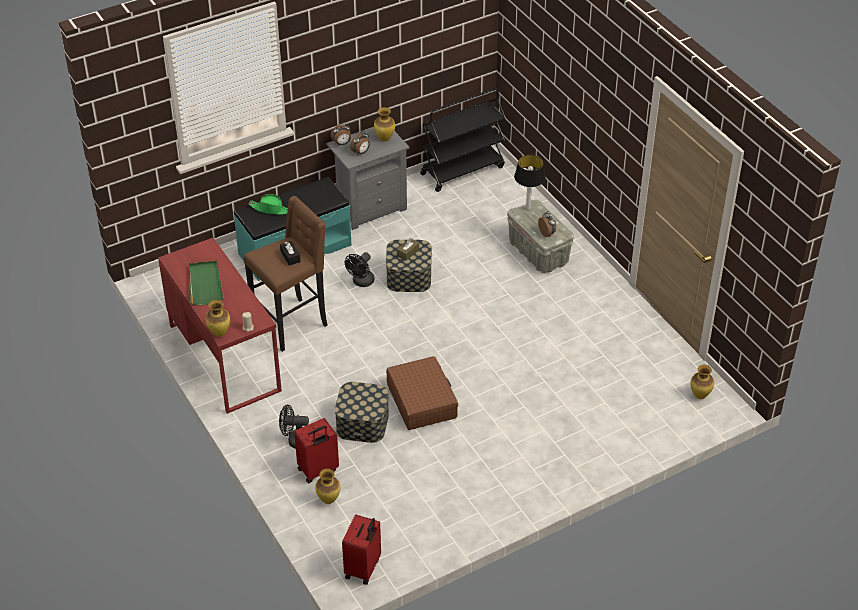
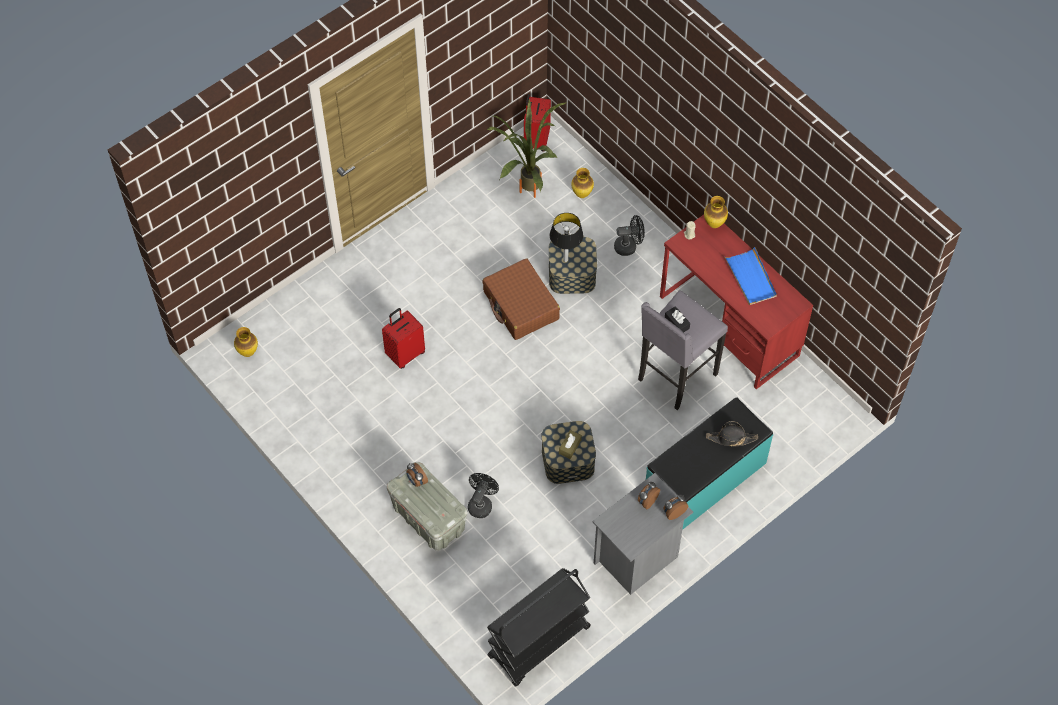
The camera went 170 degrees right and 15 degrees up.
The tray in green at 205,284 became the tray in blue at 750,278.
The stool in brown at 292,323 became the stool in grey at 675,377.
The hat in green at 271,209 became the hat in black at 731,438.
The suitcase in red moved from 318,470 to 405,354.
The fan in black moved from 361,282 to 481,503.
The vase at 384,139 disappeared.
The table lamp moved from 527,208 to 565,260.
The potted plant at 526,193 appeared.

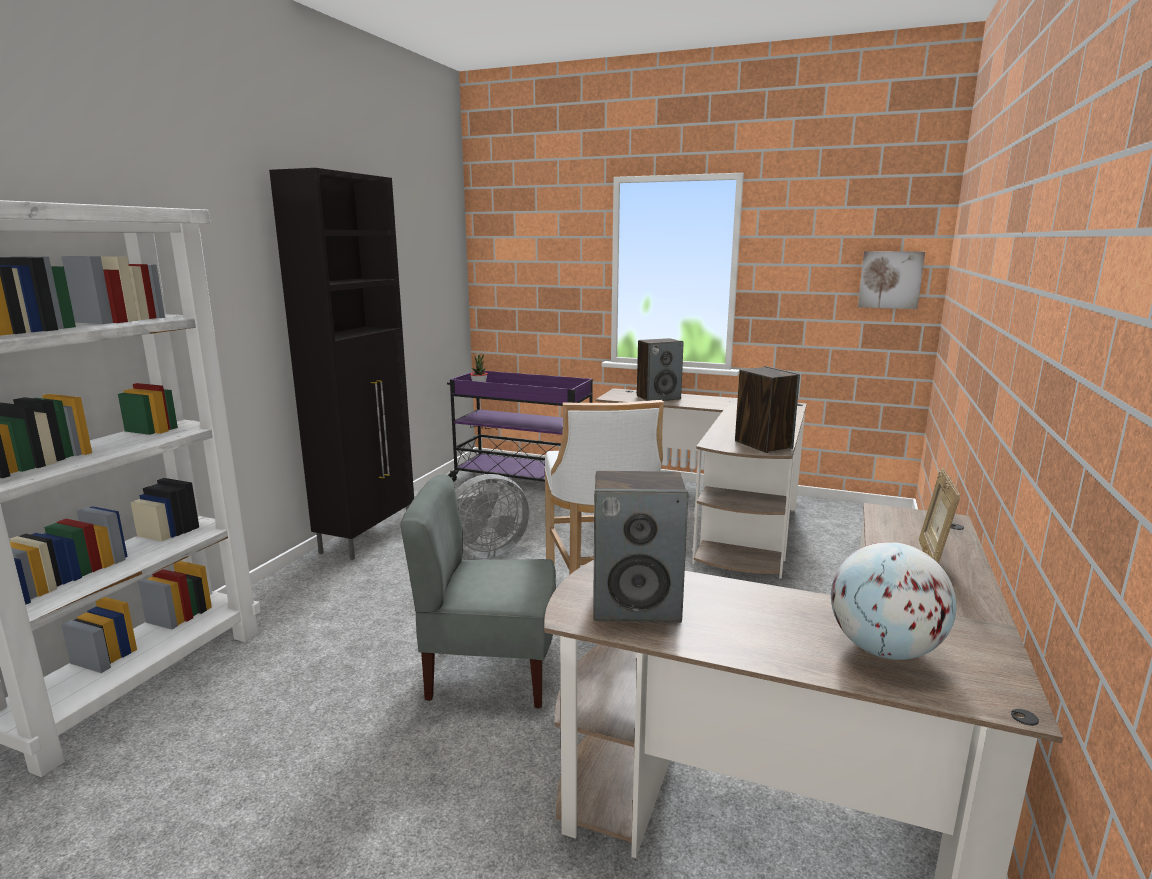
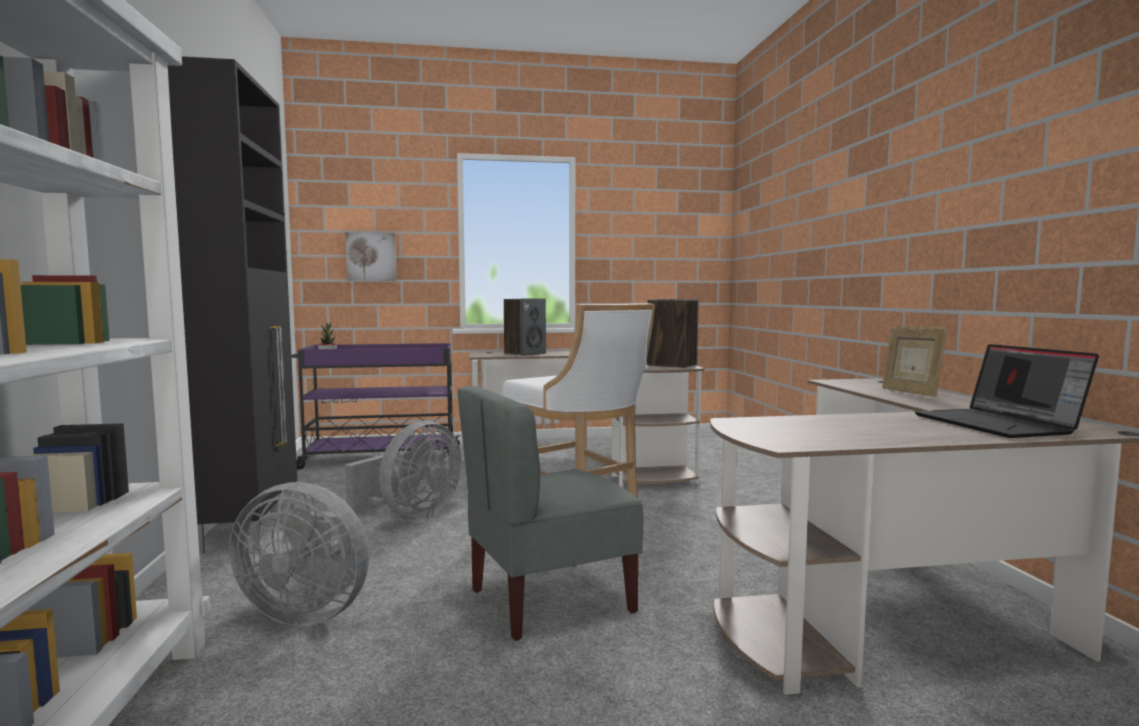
The camera went 30 degrees left and 10 degrees down.
The speaker at 637,606 disappeared.
The globe at 884,650 was replaced by the laptop at 999,425.
The picture moved from 890,279 to 371,256.
The fan in grey at 309,612 appeared.

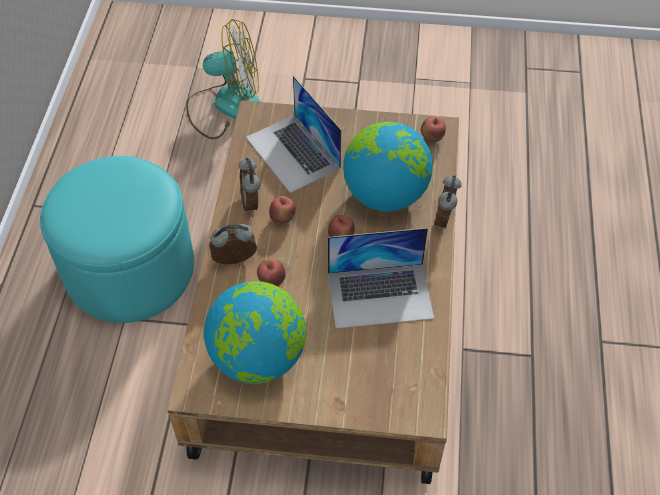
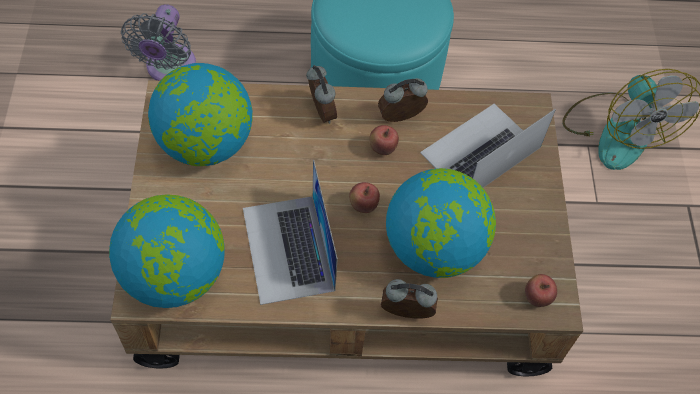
The camera went 80 degrees right and 5 degrees up.
The apple at 272,281 disappeared.
The globe at 175,275 appeared.
The fan in grey at 169,69 appeared.

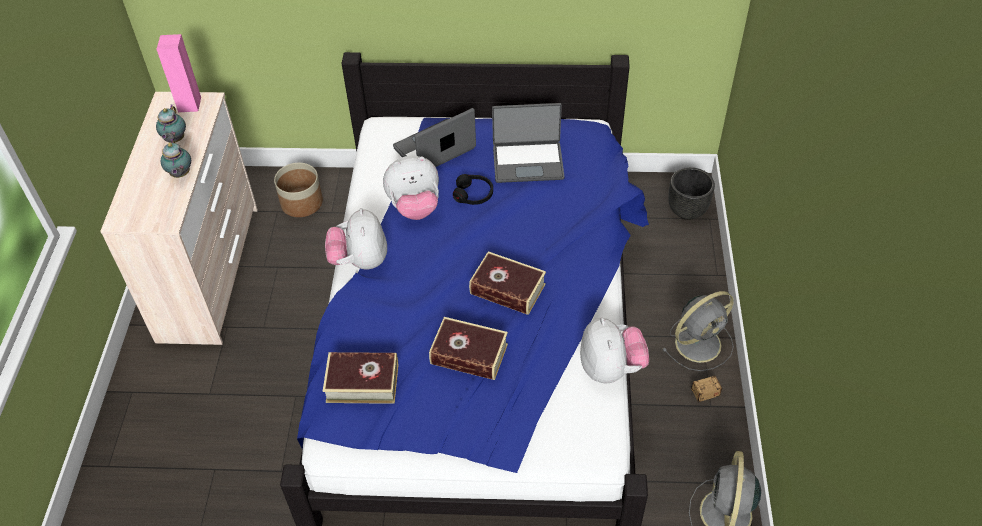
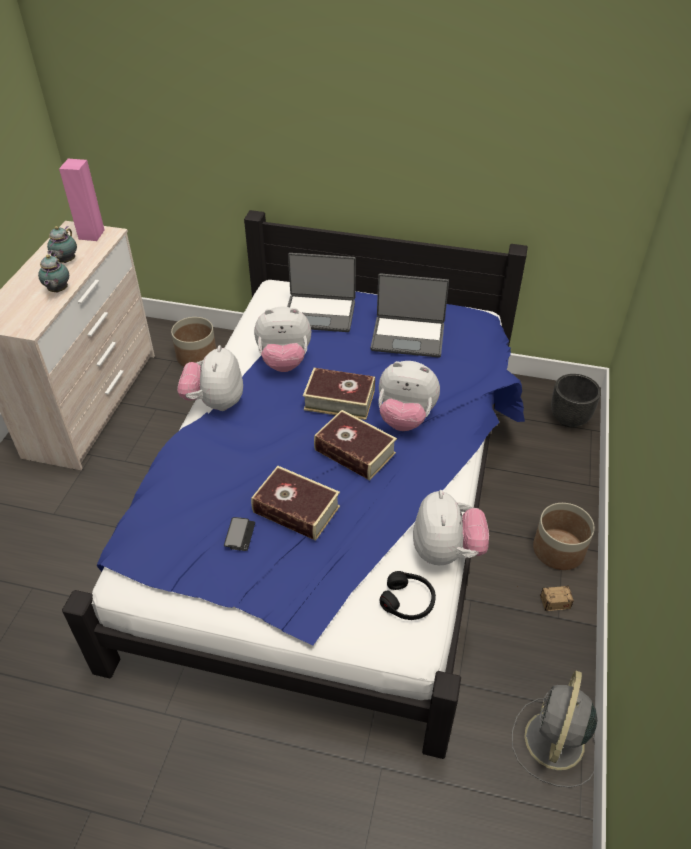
The camera went 10 degrees right and 5 degrees down.
The book moved from 362,383 to 339,400.
The laptop at 435,149 turned 150 degrees counterclockwise.
The headphones in black moved from 473,194 to 408,601.
The fan in grey at 699,342 was replaced by the planter at 558,549.
The phone at 239,534 appeared.
The plush toy at 405,418 appeared.

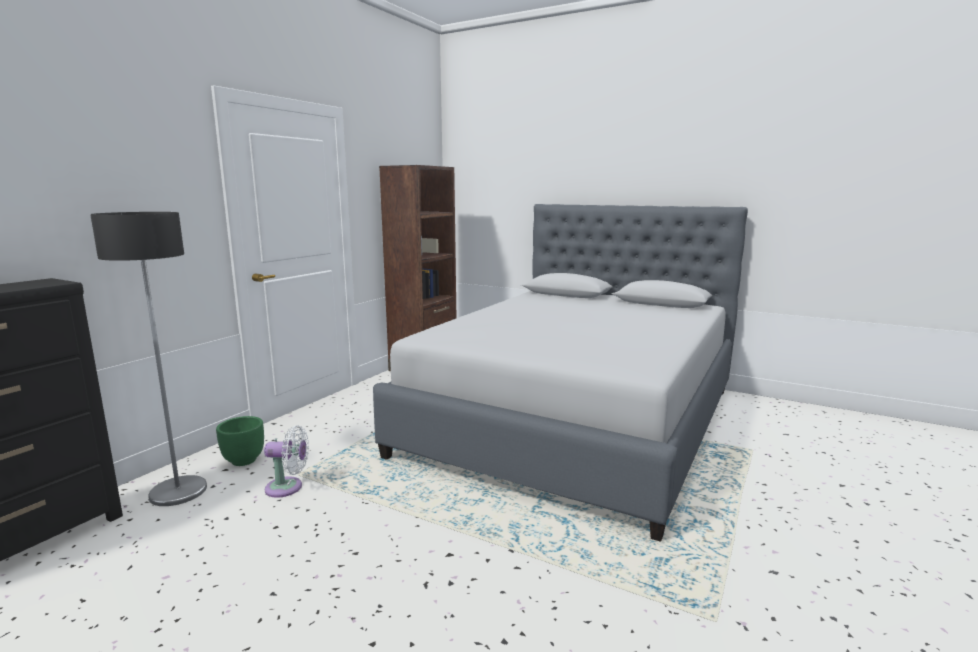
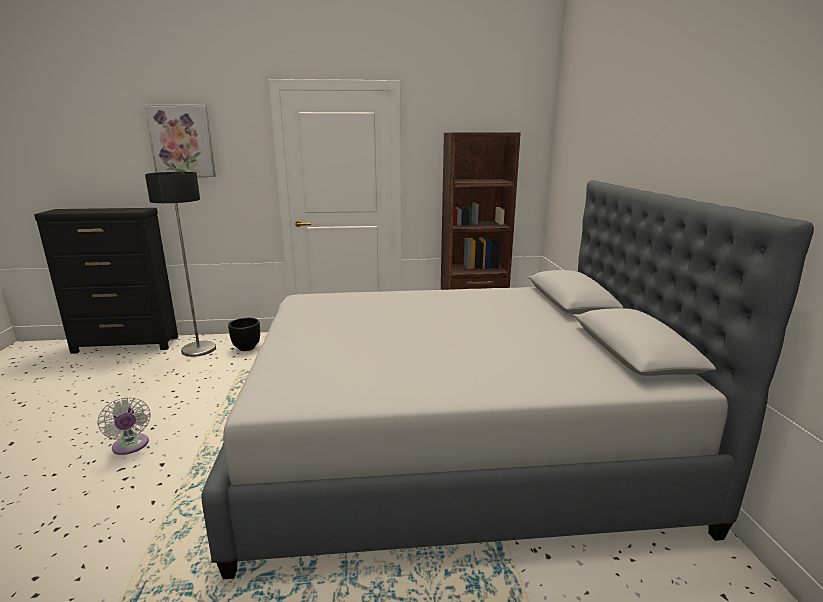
The camera went 55 degrees right and 5 degrees up.
The planter in green at 243,461 became the planter in black at 246,348.
The fan in white moved from 288,488 to 131,446.
The picture at 181,141 appeared.

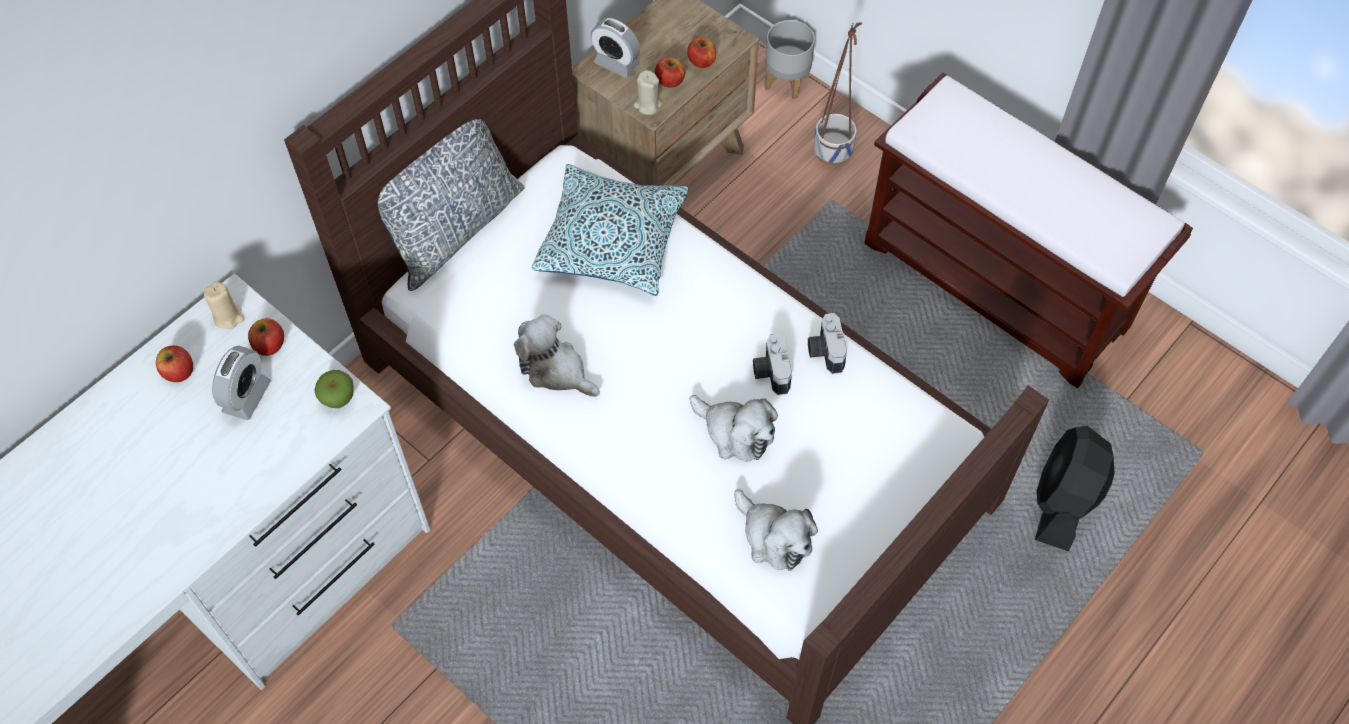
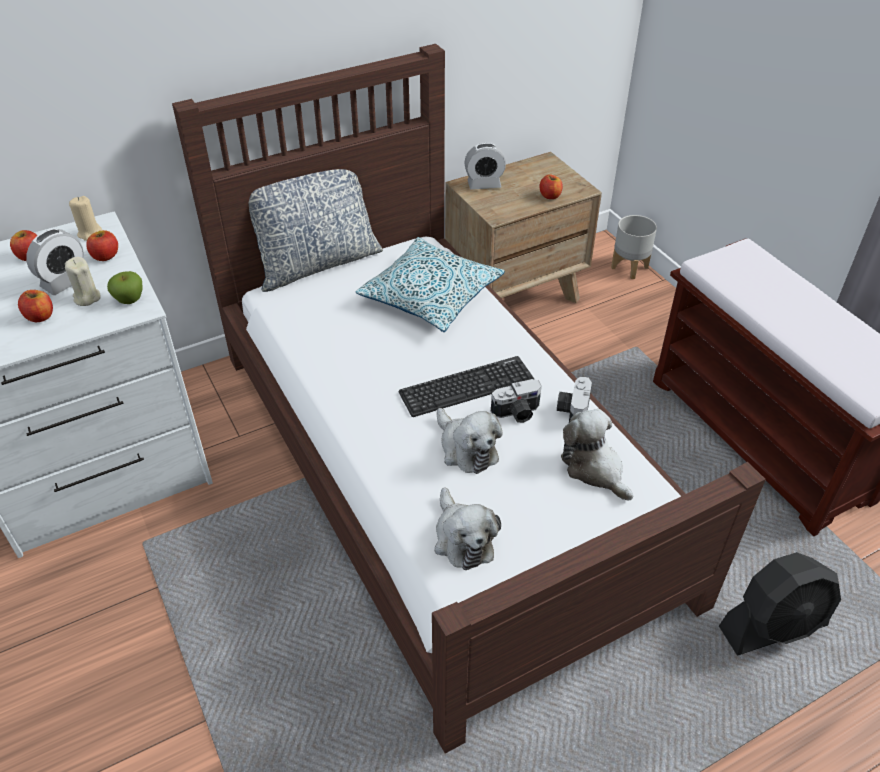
The camera went 20 degrees right and 15 degrees down.
The plush toy moved from 556,370 to 594,468.
The alarm clock at 616,63 turned 60 degrees counterclockwise.
The candle in beige moved from 647,105 to 87,297.
The apple moved from 670,81 to 40,317.
The photo camera at 770,372 turned 120 degrees counterclockwise.
The planter at 833,152 disappeared.
The fan in black at 1063,501 turned 150 degrees counterclockwise.
The keyboard at 467,387 appeared.

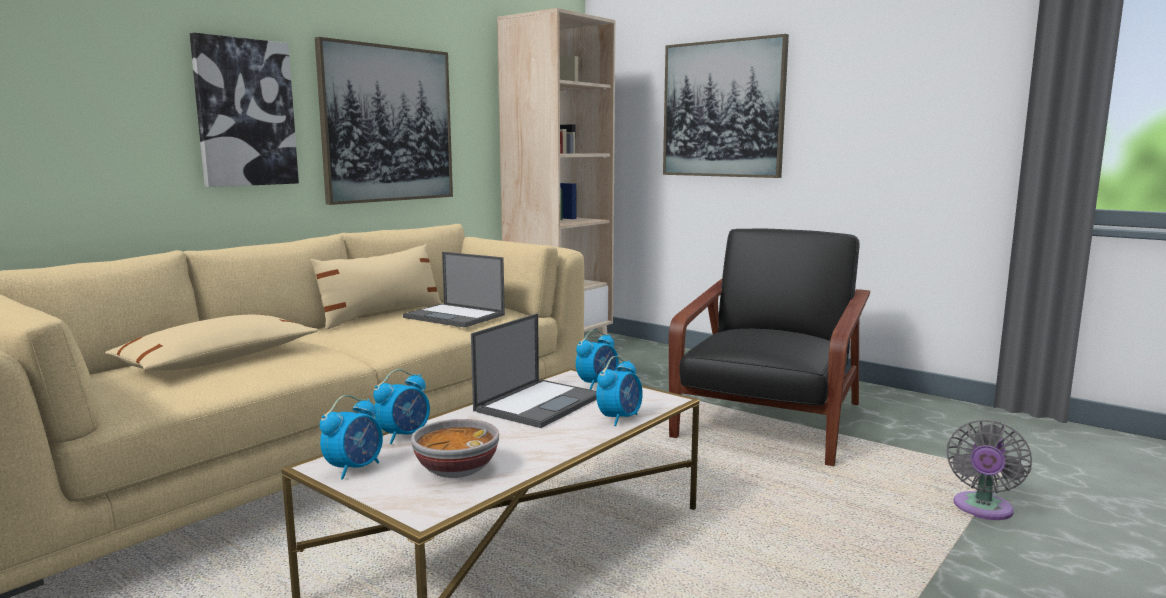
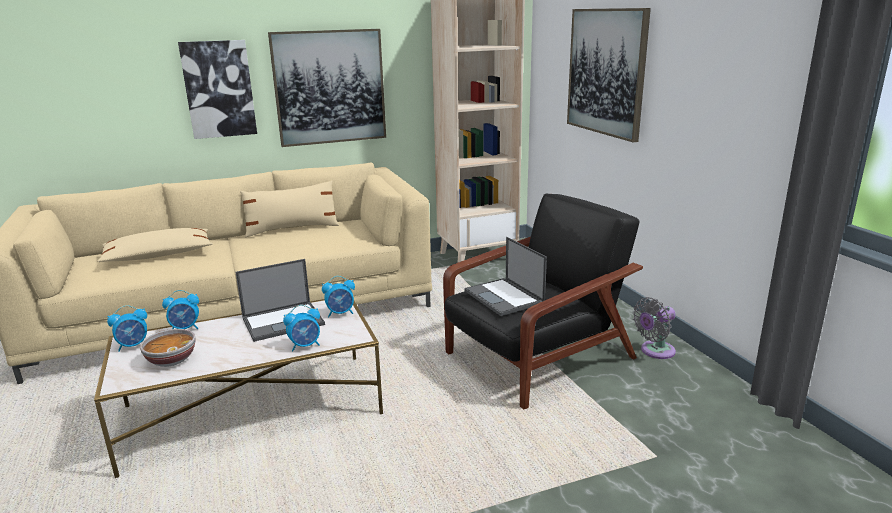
The camera went 30 degrees right and 10 degrees up.
The laptop moved from 455,316 to 504,297.
The fan in grey moved from 982,510 to 655,351.

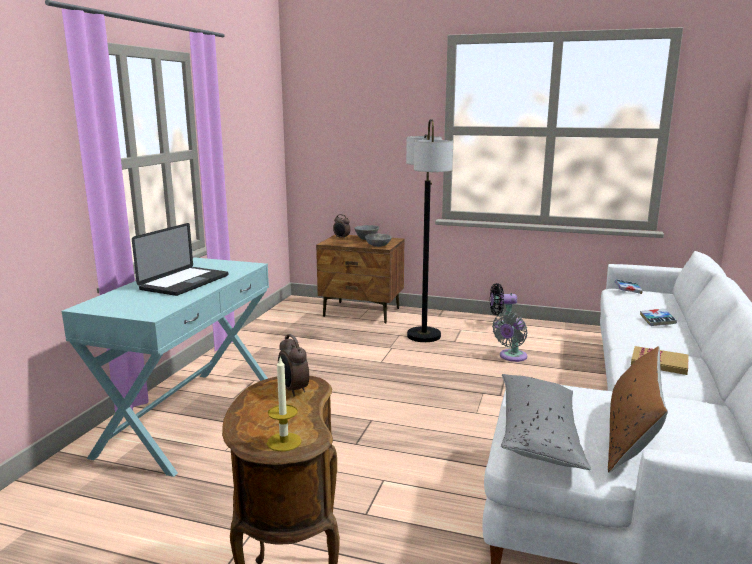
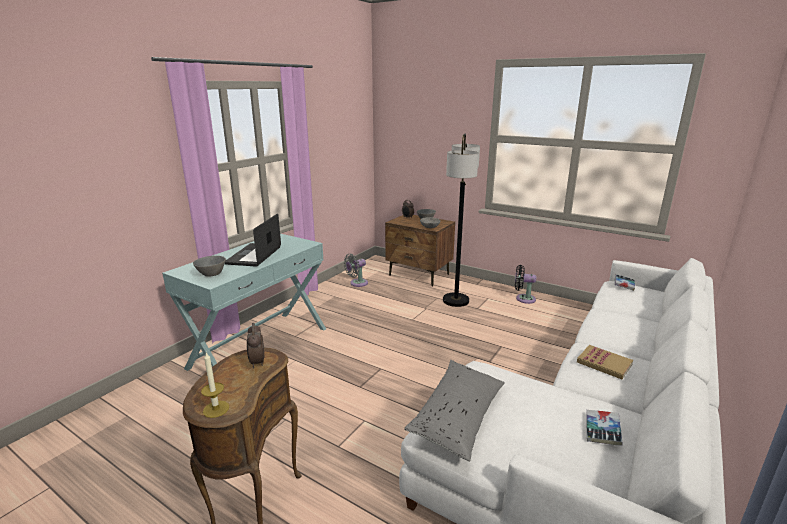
The camera went 15 degrees right and 5 degrees up.
The laptop at 185,282 turned 150 degrees clockwise.
The fan in grey moved from 511,357 to 357,283.
The pillow in brown at 631,435 disappeared.
The book moved from 657,321 to 602,431.
The bowl in grey at 211,273 appeared.

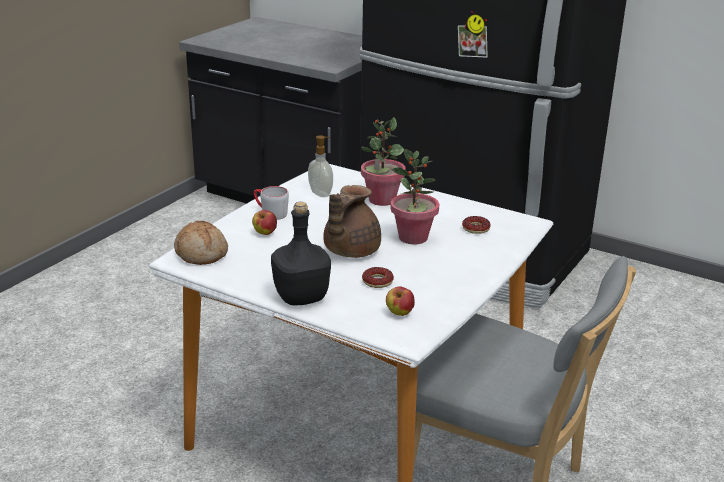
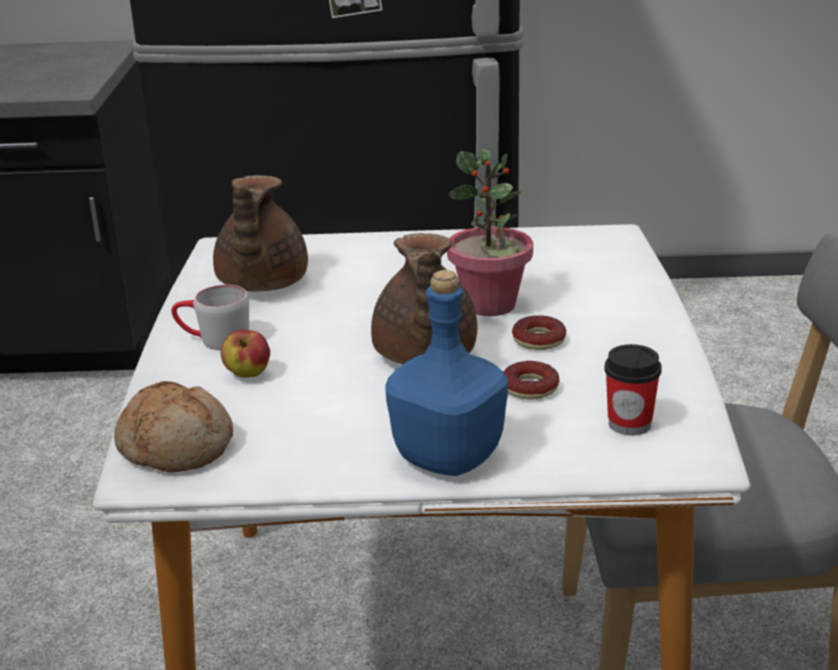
The camera went 30 degrees left and 0 degrees up.
The bottle in black at 301,298 became the bottle in blue at 450,458.
The soap dispenser at 321,193 was replaced by the teapot in brown at 260,284.
The potted plant at 381,200 disappeared.
The apple at 399,313 was replaced by the cup at 629,424.
The donut moved from 475,228 to 538,340.

